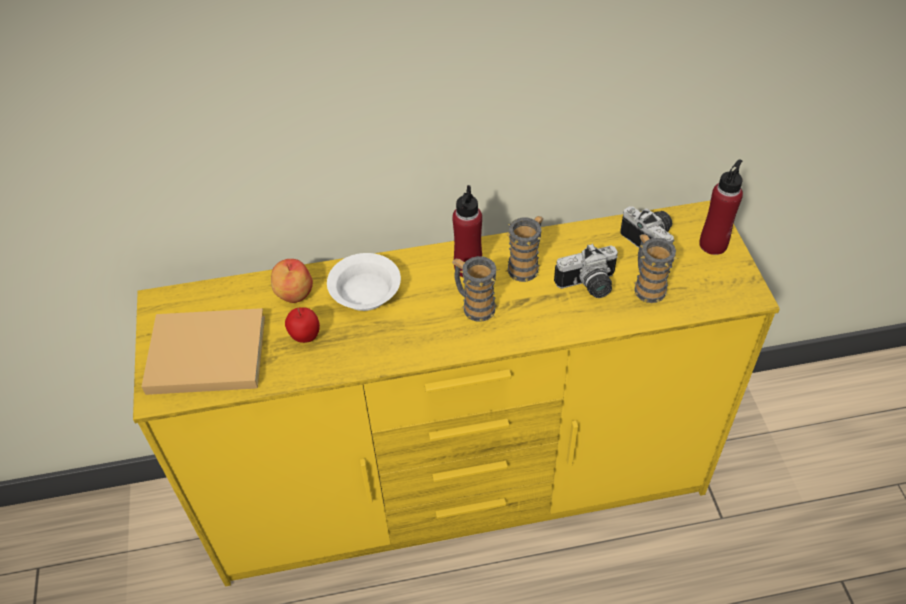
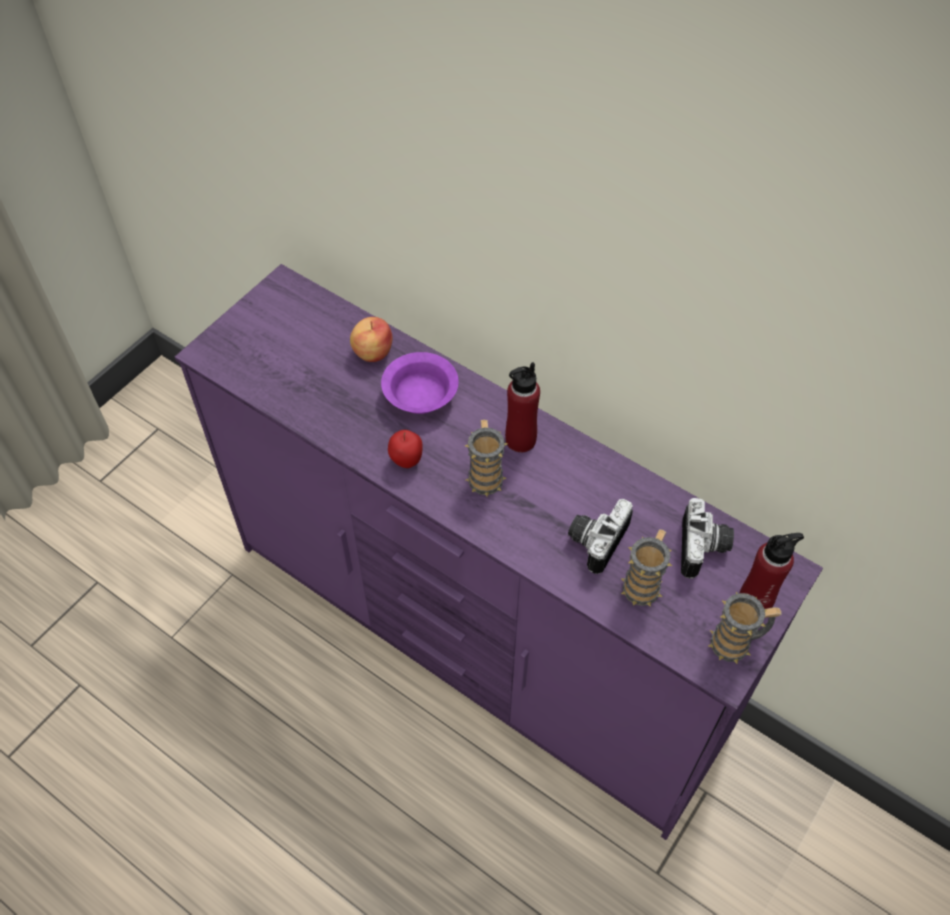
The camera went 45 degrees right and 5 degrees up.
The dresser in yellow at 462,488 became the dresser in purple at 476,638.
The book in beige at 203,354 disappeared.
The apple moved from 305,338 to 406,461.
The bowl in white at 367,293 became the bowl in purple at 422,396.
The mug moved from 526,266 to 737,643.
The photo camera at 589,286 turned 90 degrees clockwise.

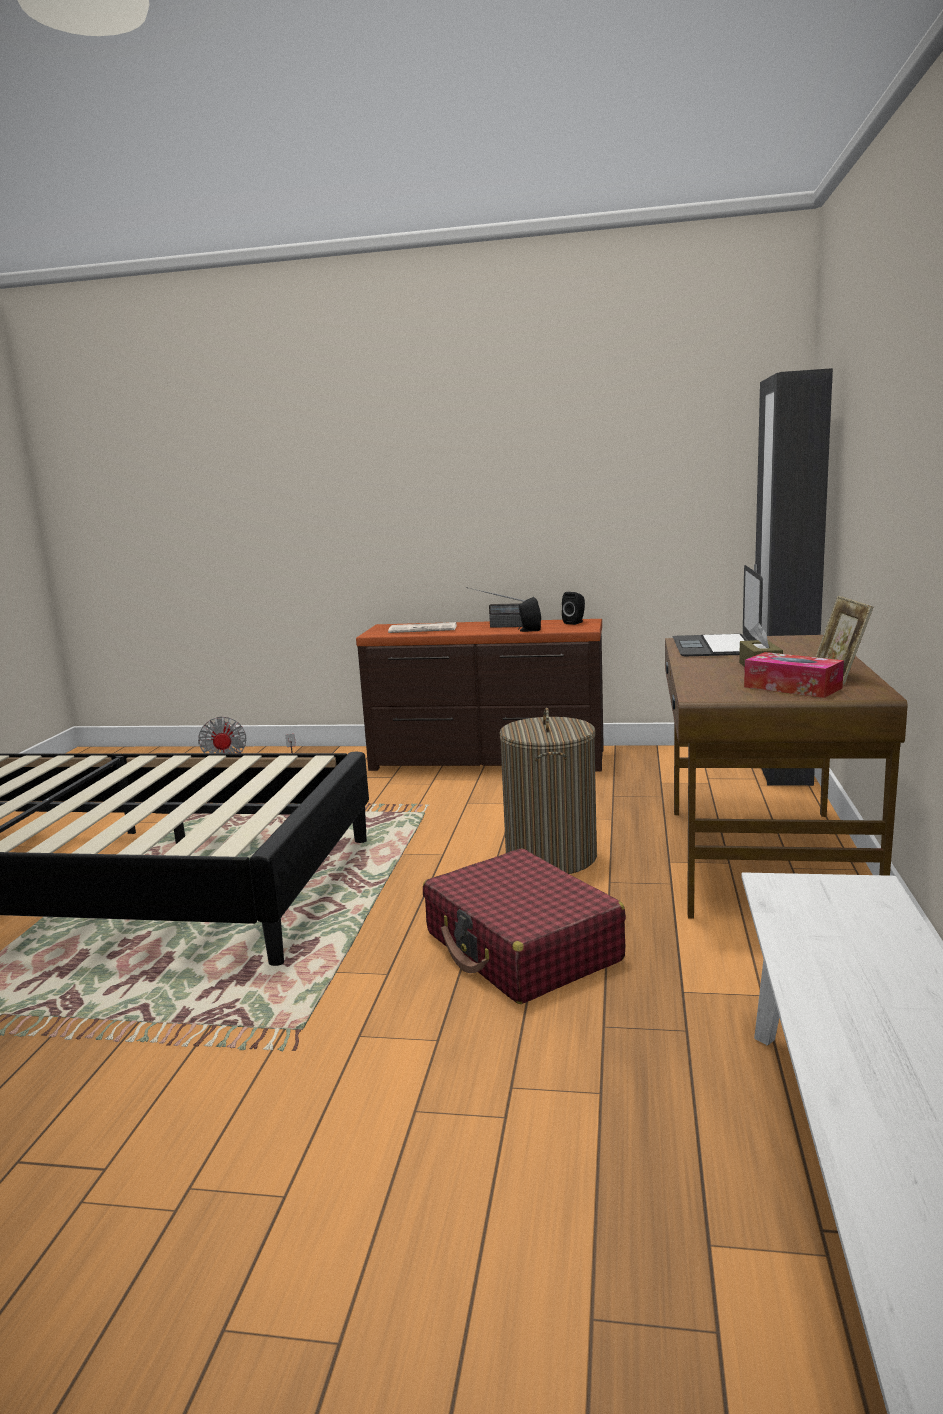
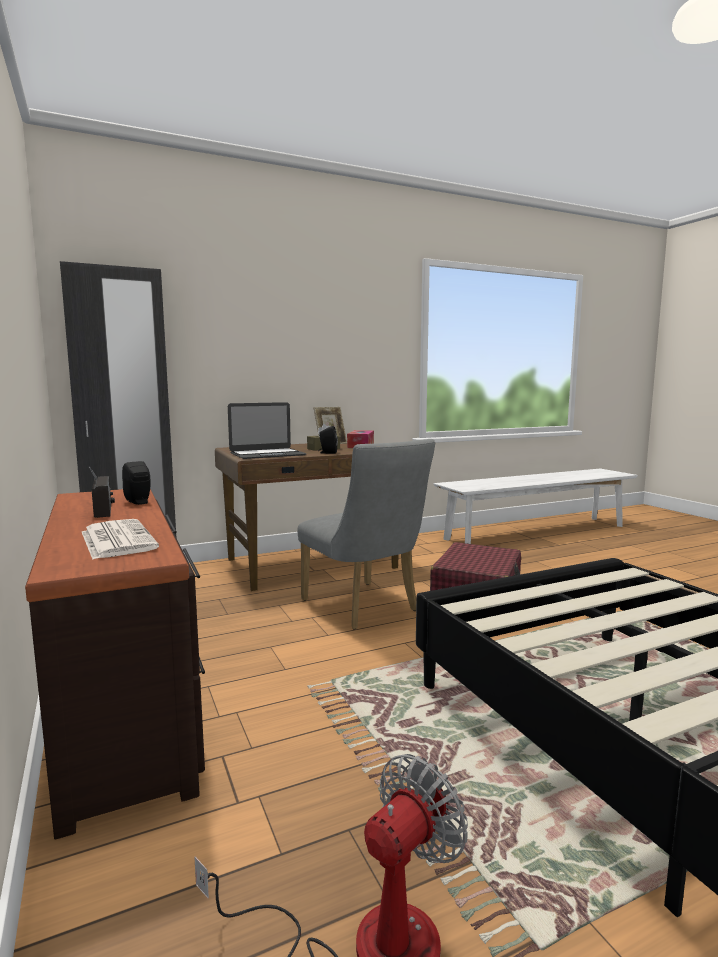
The camera went 125 degrees left and 5 degrees down.
The laundry basket at 551,856 was replaced by the chair in grey at 365,608.
The speaker in black moved from 575,622 to 327,453.

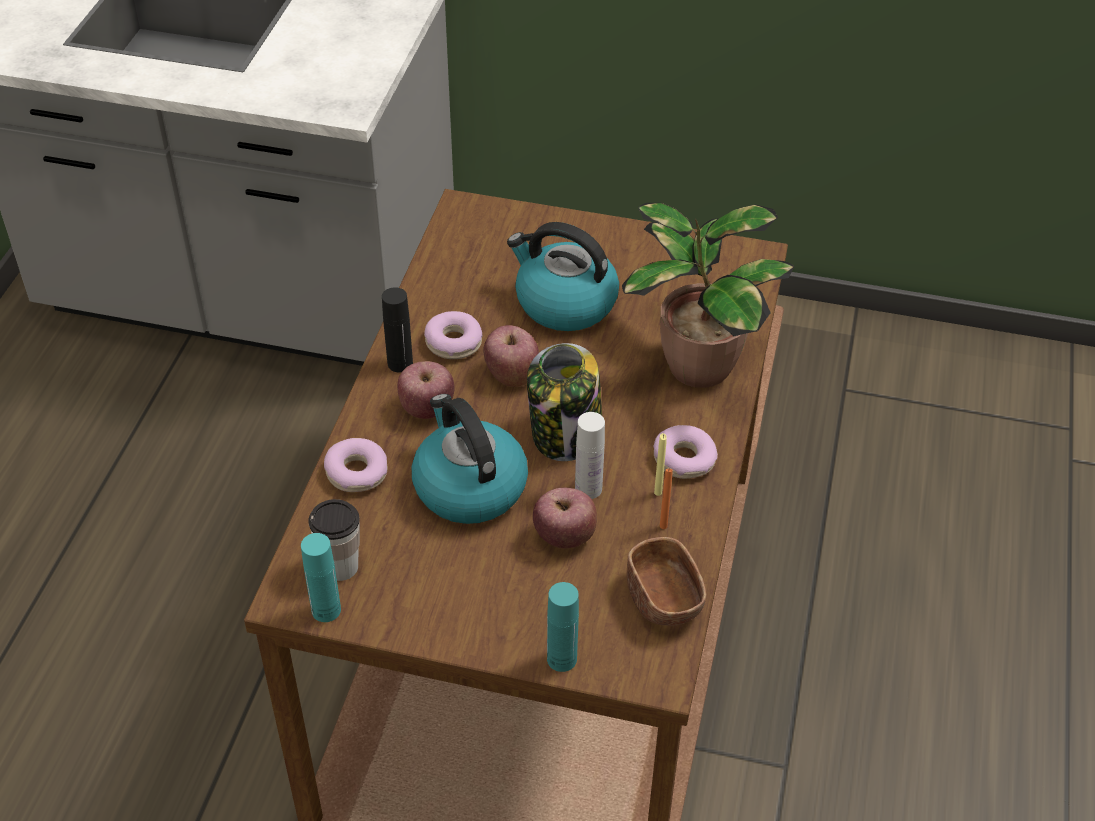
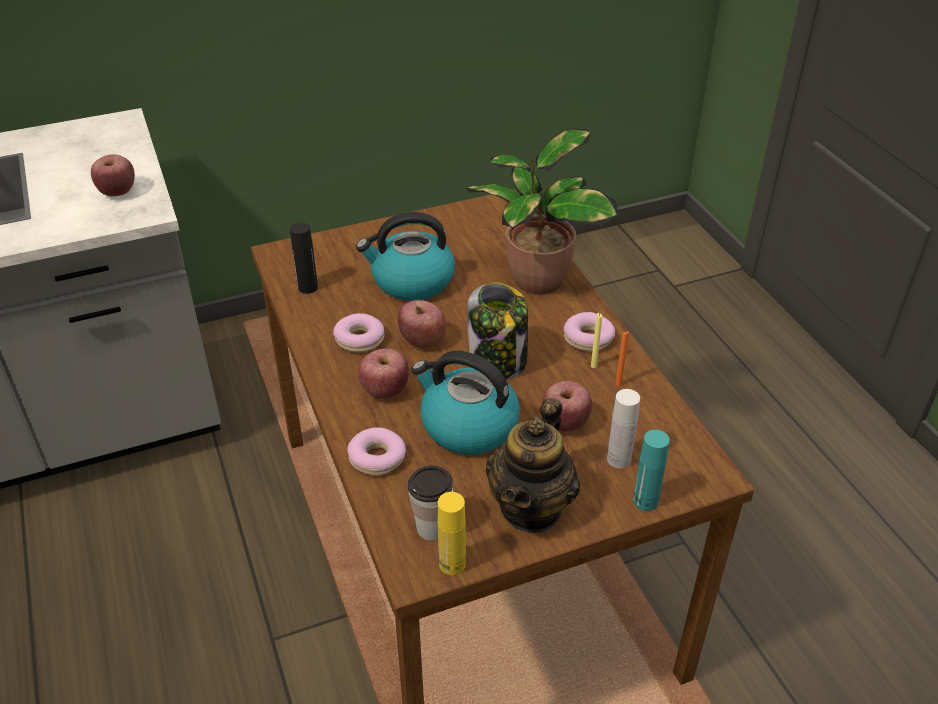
The camera went 35 degrees left and 5 degrees down.
The bottle in turquoise at 326,610 became the bottle in yellow at 452,564.
The bottle in black moved from 400,363 to 307,287.
The bottle in white moved from 588,489 to 618,459.
The bowl in brown at 664,600 disappeared.
The apple at 117,192 appeared.
The teapot at 532,508 appeared.

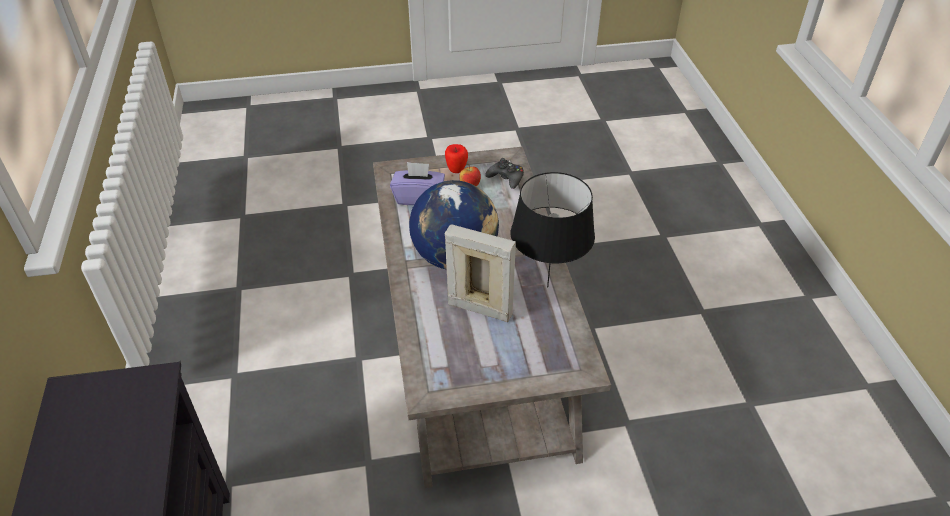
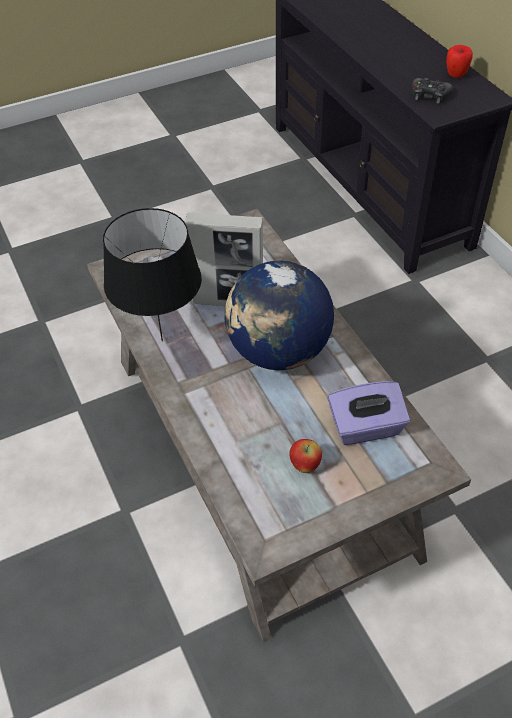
The camera went 165 degrees right and 5 degrees up.
The apple moved from 456,170 to 455,76.
The game controller in black moved from 506,178 to 429,95.

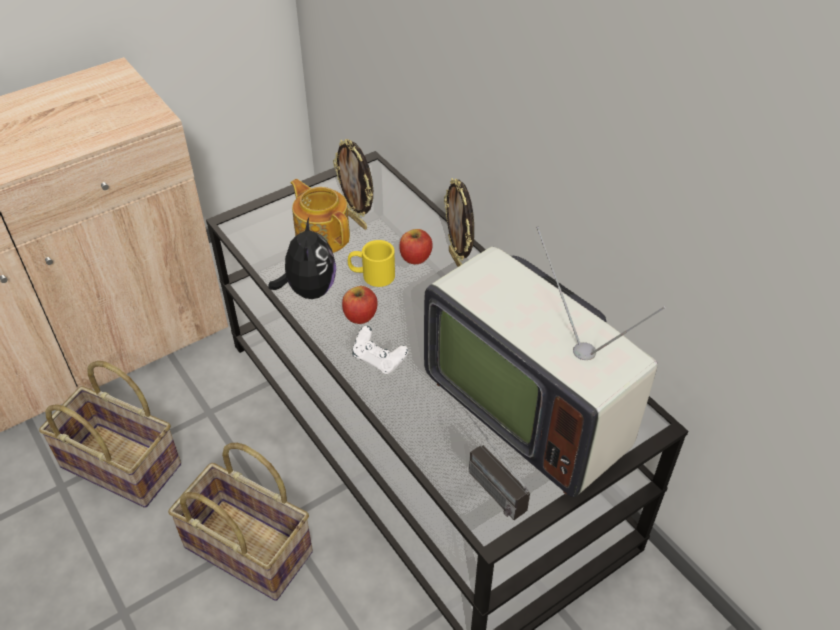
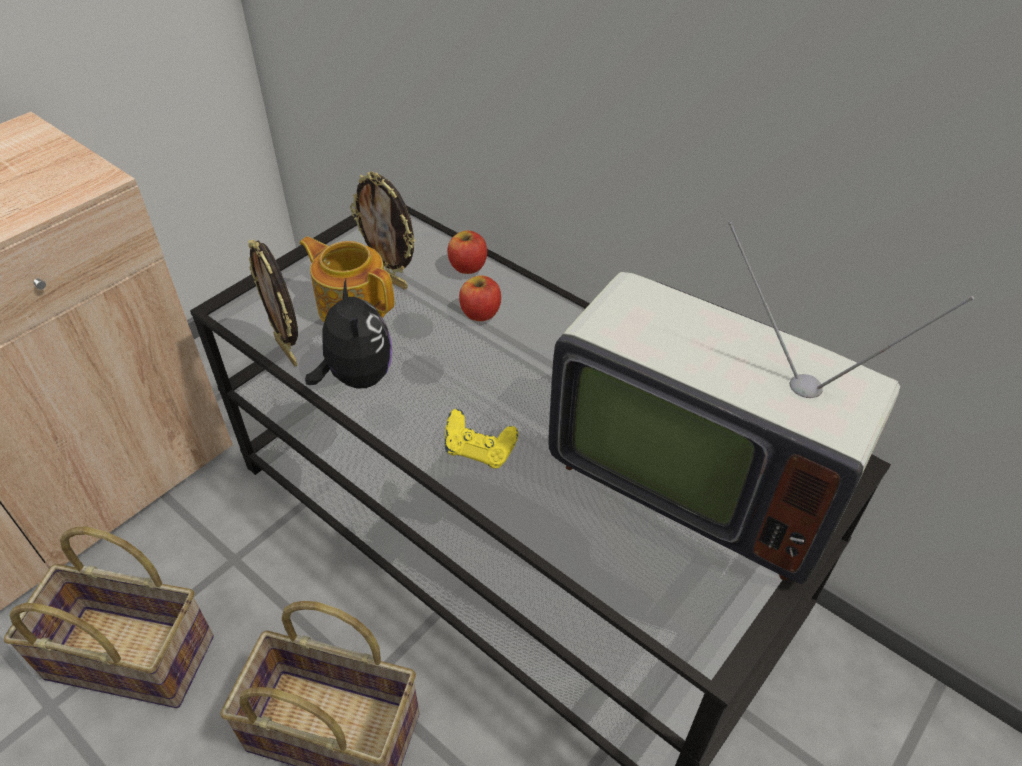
The camera went 15 degrees left and 0 degrees up.
The apple moved from 360,316 to 468,266.
The mug in yellow at 371,275 disappeared.
The game controller in white at 379,360 became the game controller in yellow at 479,451.
The picture frame moved from 458,262 to 288,351.
The radio at 483,479 disappeared.

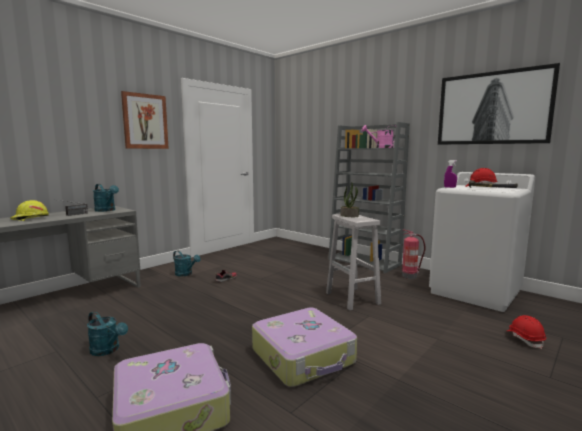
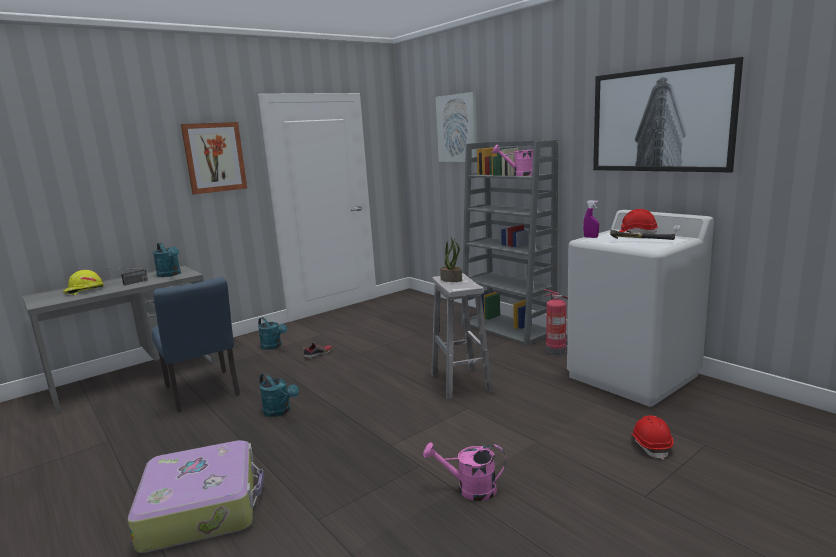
The camera went 10 degrees right and 5 degrees up.
The watering can in turquoise moved from 108,350 to 280,411.
The suitcase at 304,357 disappeared.
The chair in blue at 203,393 appeared.
The watering can in pink at 469,489 appeared.
The picture at 457,128 appeared.

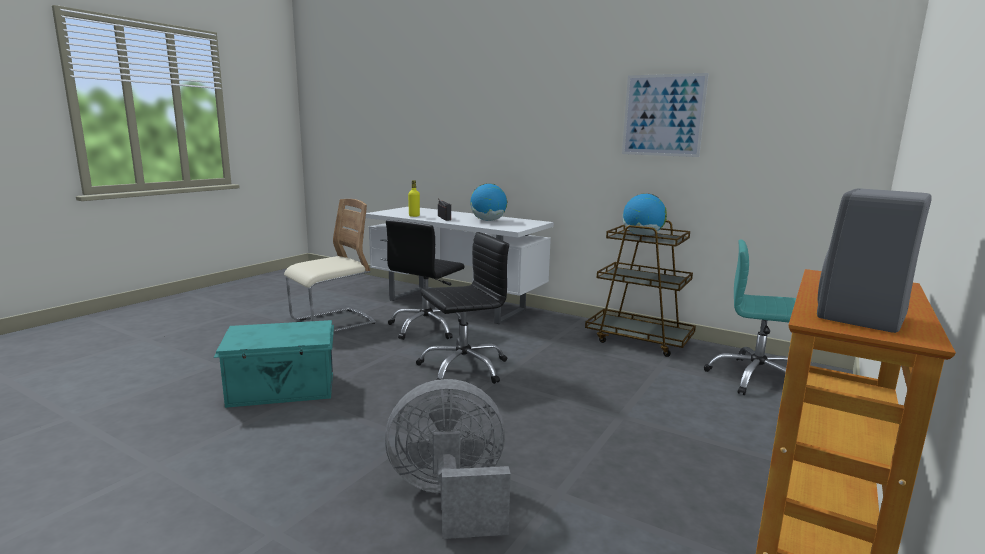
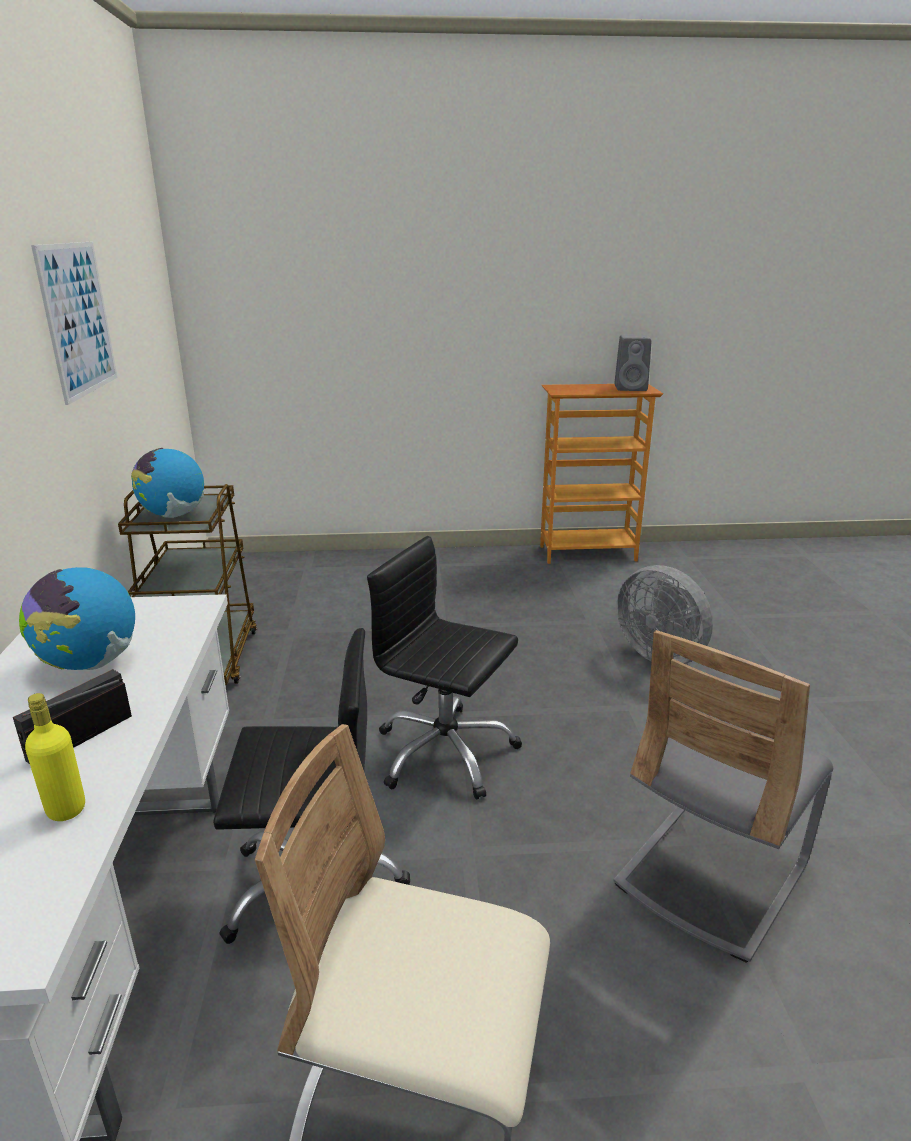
The camera went 125 degrees left and 10 degrees up.
The storage box in turquoise at 283,390 was replaced by the chair in grey at 711,874.
The office chair in turquoise at 755,378 disappeared.

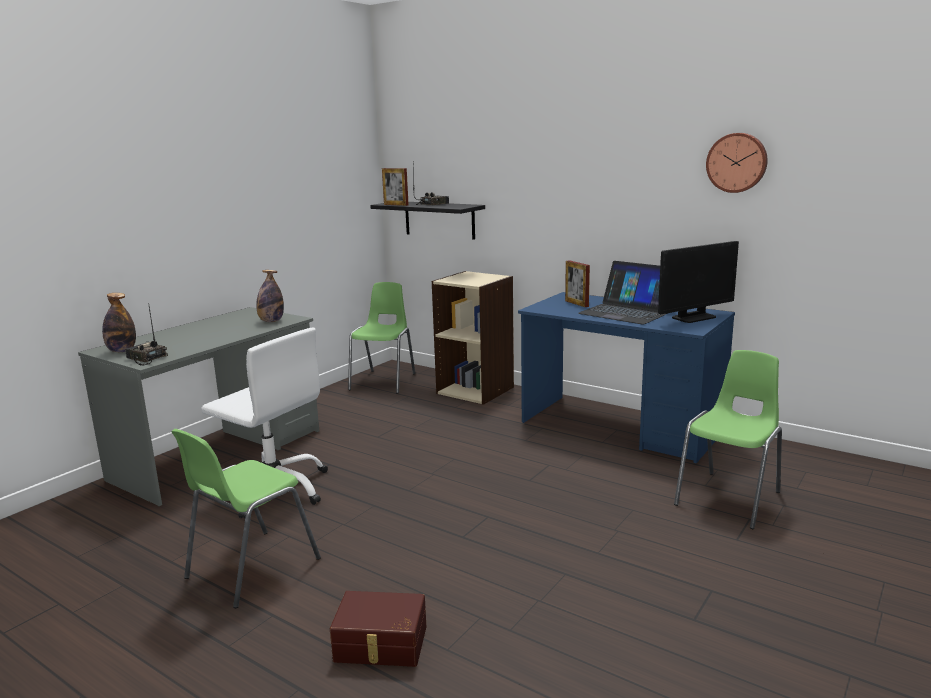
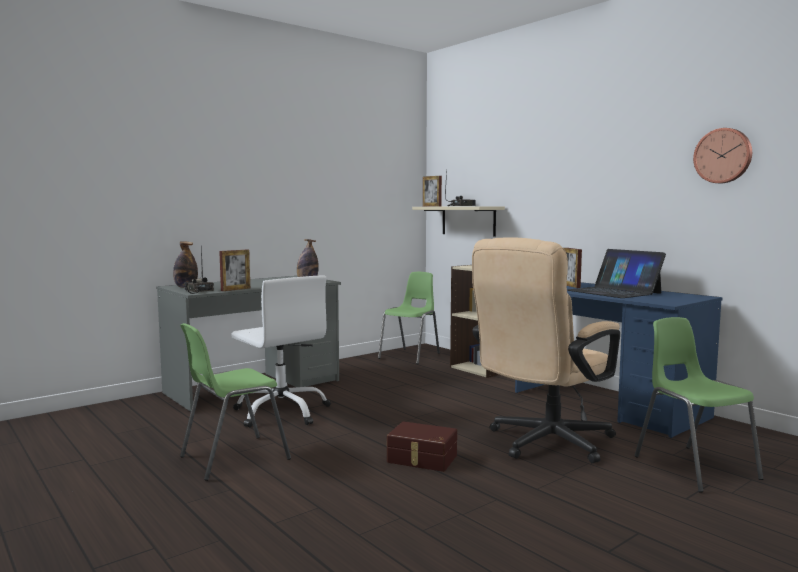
The camera went 15 degrees right and 10 degrees down.
The storage box in brown moved from 380,645 to 421,459.
The shelf in black at 439,219 became the shelf in beige at 468,221.
The monitor at 693,317 disappeared.
The chair in green at 730,498 turned 75 degrees counterclockwise.
The picture frame at 235,289 appeared.
The office chair in beige at 543,444 appeared.

